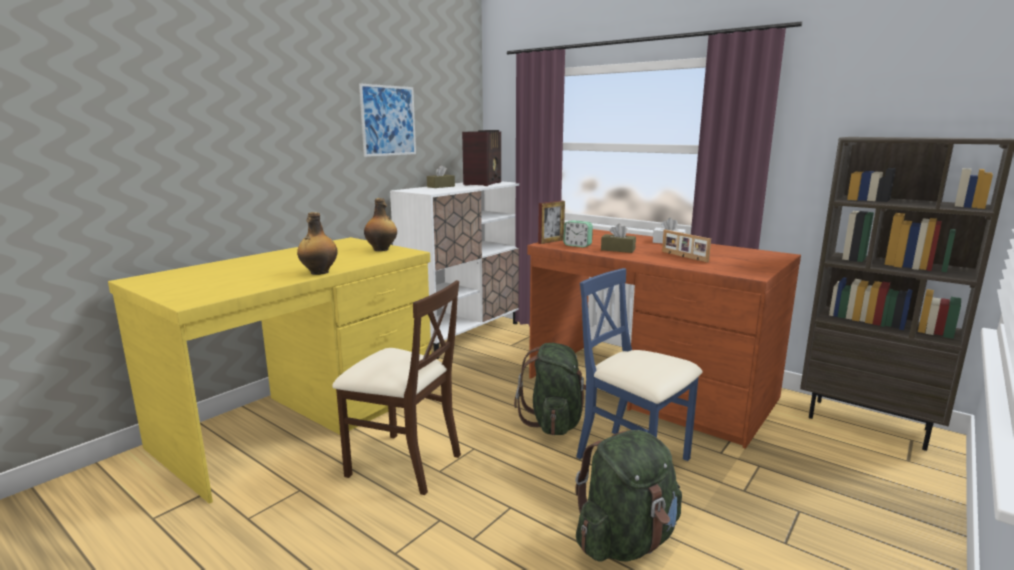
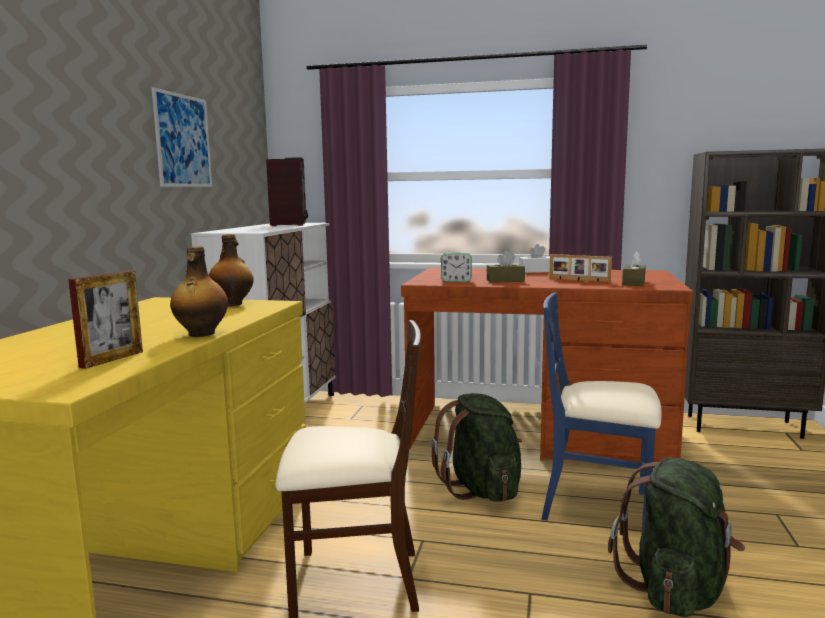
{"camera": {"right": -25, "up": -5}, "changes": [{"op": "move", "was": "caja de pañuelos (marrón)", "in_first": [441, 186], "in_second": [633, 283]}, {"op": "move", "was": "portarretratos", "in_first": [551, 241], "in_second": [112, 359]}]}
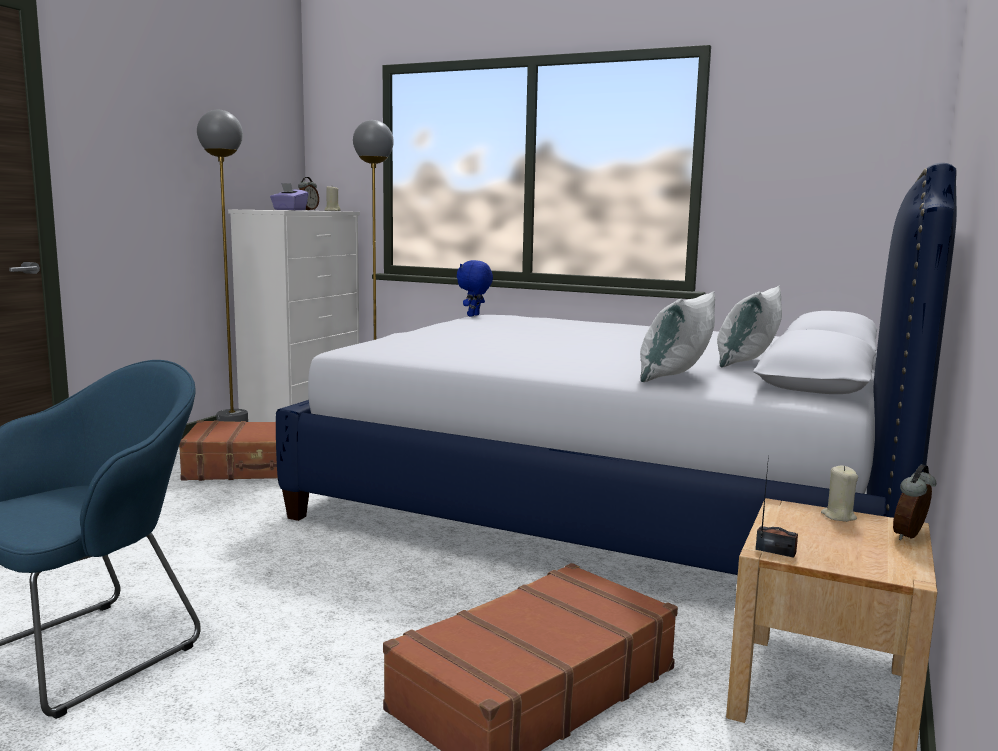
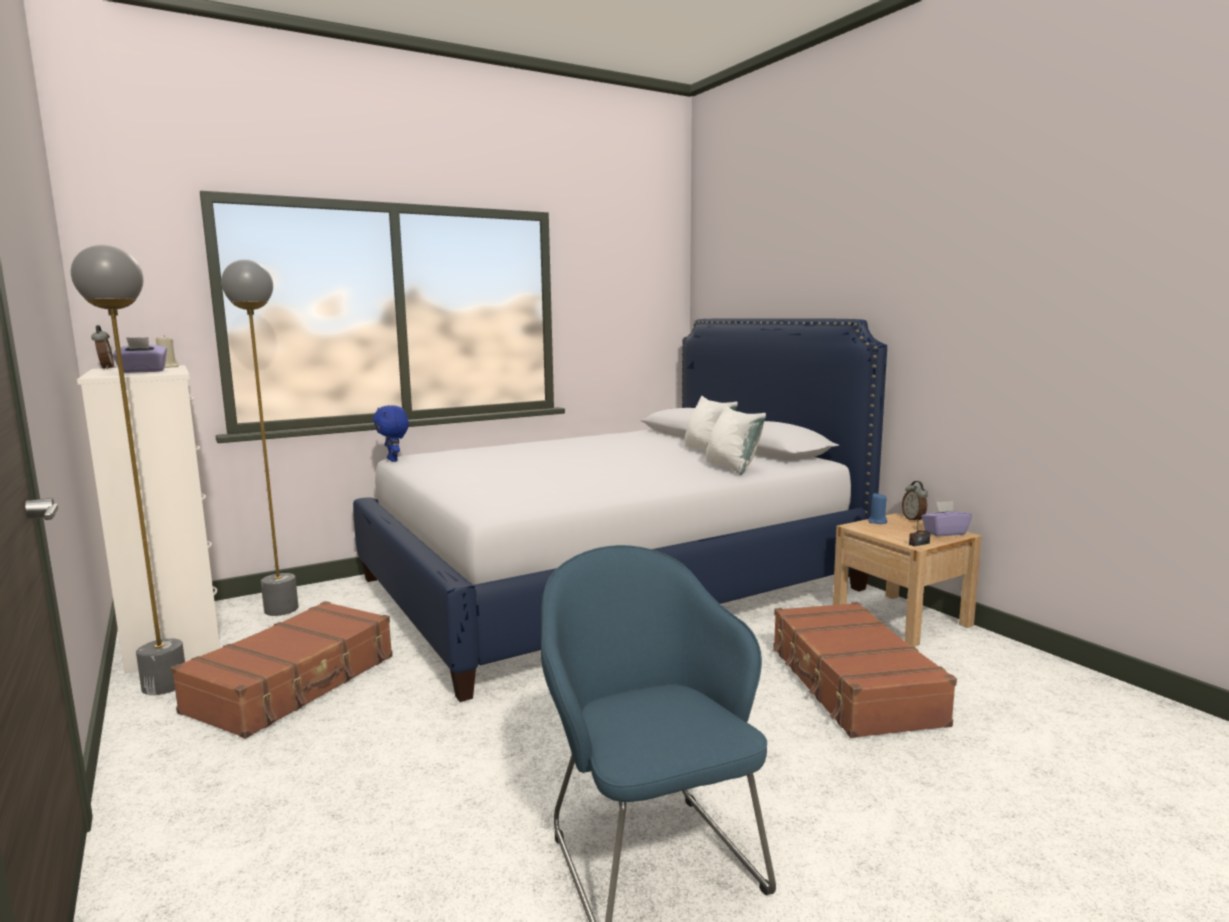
{"camera": {"right": -55, "up": 0}, "changes": [{"op": "insert", "now": "caja de pañuelos (morado)", "in_second": [944, 533]}, {"op": "recolor", "was": "vela (beis)", "now": "vela (azul)", "in_first": [838, 516], "in_second": [877, 522]}]}
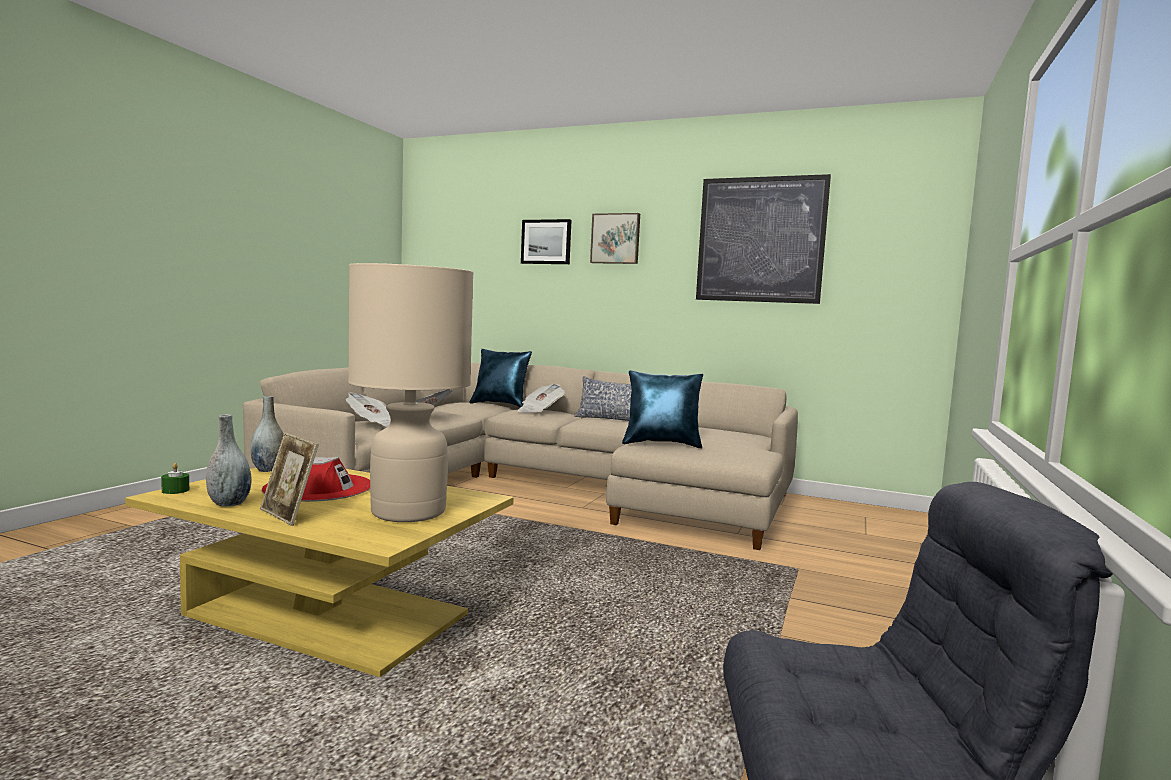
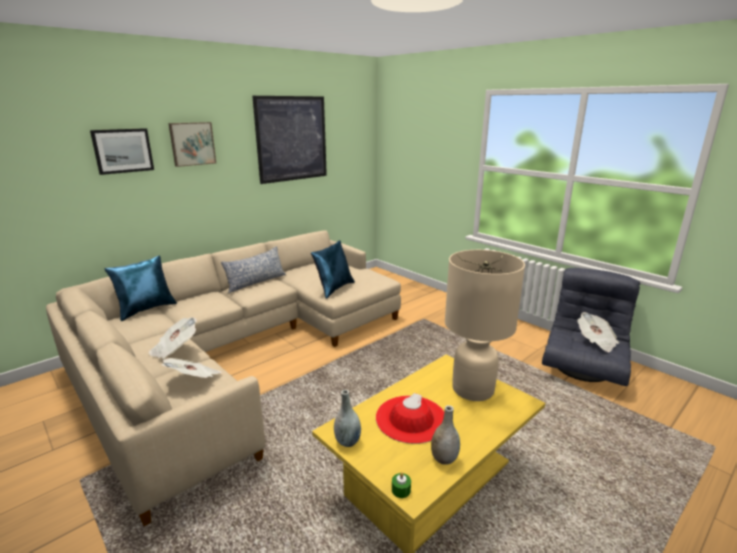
{"camera": {"right": -65, "up": 15}, "changes": [{"op": "delete", "was": "portarretratos", "in_first": [288, 515]}, {"op": "move", "was": "periódico", "in_first": [539, 411], "in_second": [596, 341]}]}
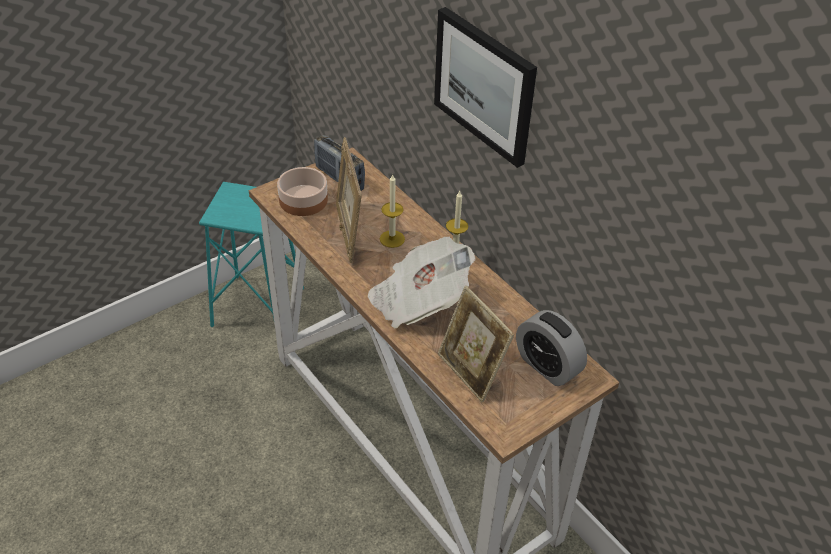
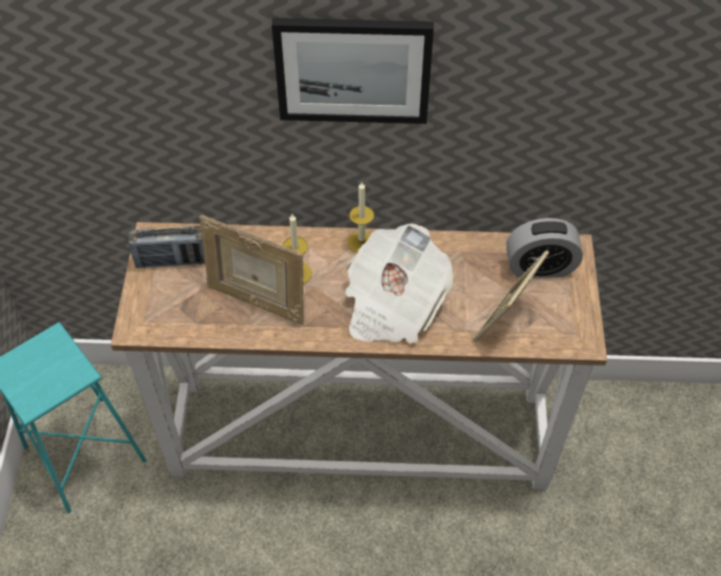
{"camera": {"right": -50, "up": 10}, "changes": [{"op": "delete", "was": "cuenco", "in_first": [304, 200]}, {"op": "rotate", "was": "portarretratos", "in_first": [471, 372], "in_second": [504, 321], "clockwise": 120}]}
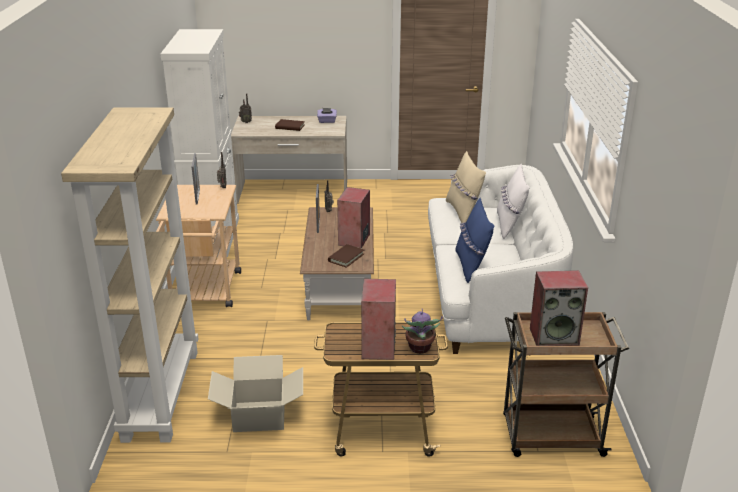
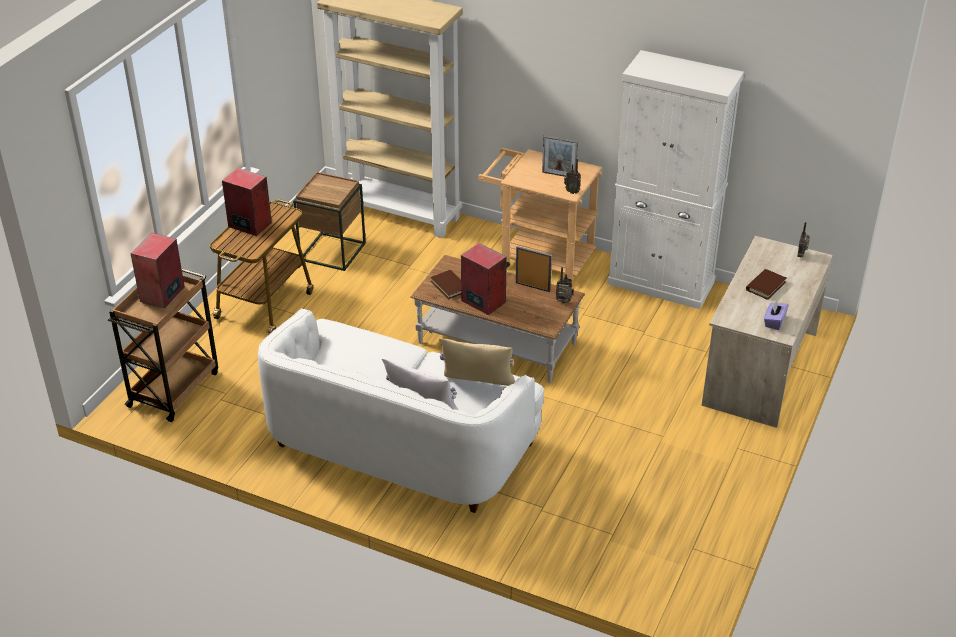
{"camera": {"right": 115, "up": 10}, "changes": [{"op": "delete", "was": "planta en maceta", "in_first": [419, 348]}, {"op": "delete", "was": "cojín (azul)", "in_first": [471, 266]}, {"op": "replace", "was": "caja de cartón", "now": "mesa auxiliar (marrón)", "in_first": [259, 416], "in_second": [332, 252]}]}
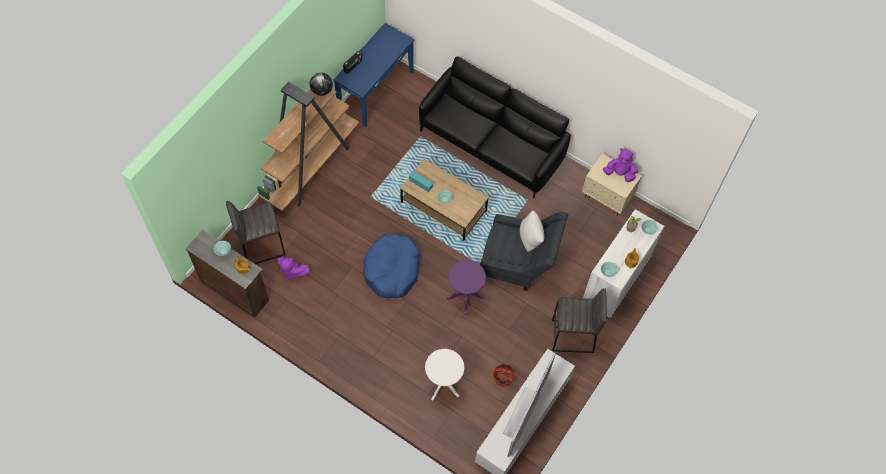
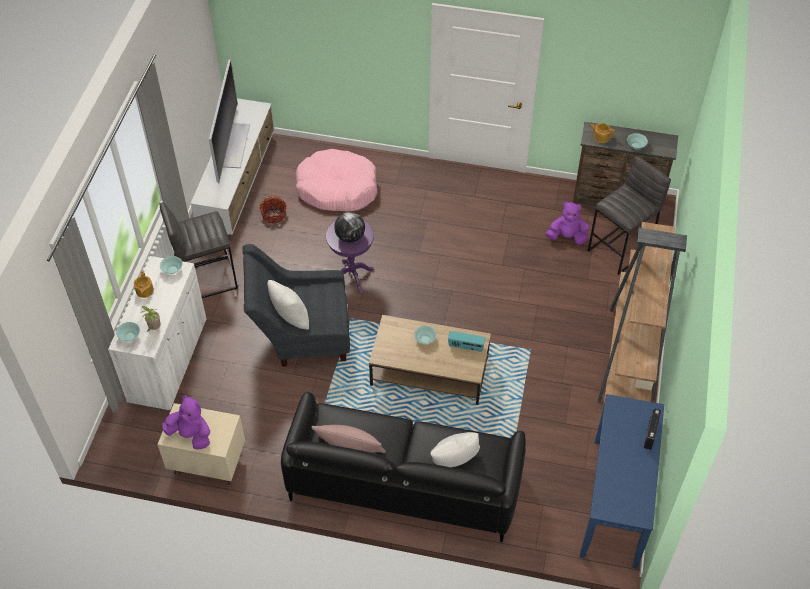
{"camera": {"right": 160, "up": -10}, "changes": [{"op": "delete", "was": "cama para perro (azul)", "in_first": [392, 270]}, {"op": "insert", "now": "cojín (rosa)", "in_second": [349, 447]}, {"op": "insert", "now": "cojín (blanco)", "in_second": [454, 464]}, {"op": "move", "was": "globo terráqueo", "in_first": [322, 91], "in_second": [350, 237]}, {"op": "replace", "was": "mesa auxiliar (blanco)", "now": "cama para perro (rosa)", "in_first": [443, 385], "in_second": [337, 188]}, {"op": "rotate", "was": "peluche (morado)", "in_first": [619, 173], "in_second": [191, 435], "clockwise": -150}]}
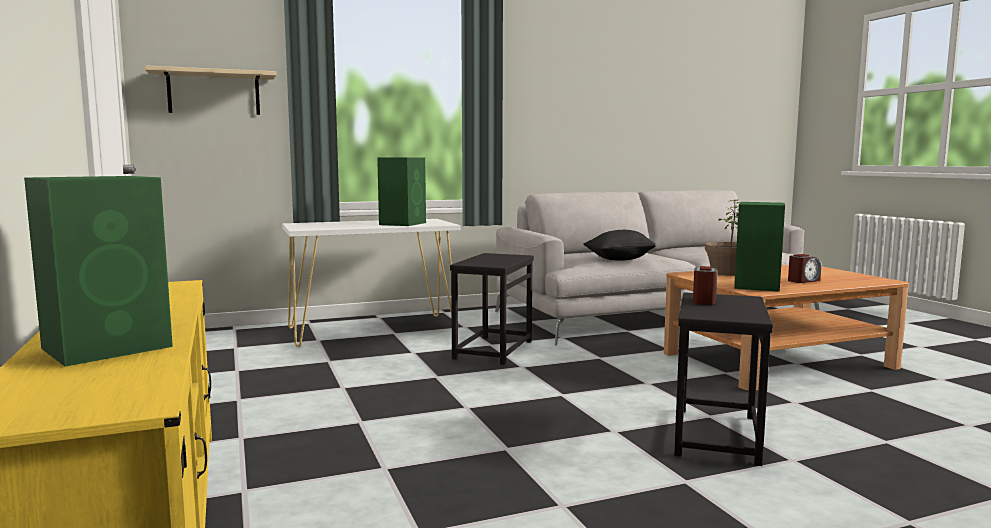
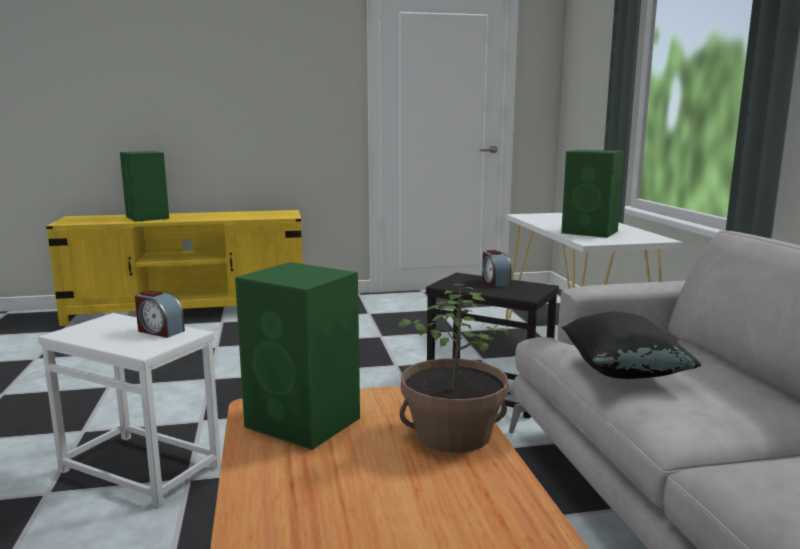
{"camera": {"right": 100, "up": 5}, "changes": [{"op": "delete", "was": "estante (beis)", "in_first": [214, 93]}, {"op": "move", "was": "despertador", "in_first": [803, 281], "in_second": [495, 282]}, {"op": "recolor", "was": "mesa auxiliar (negro)", "now": "mesa auxiliar (blanco)", "in_first": [715, 434], "in_second": [142, 468]}]}
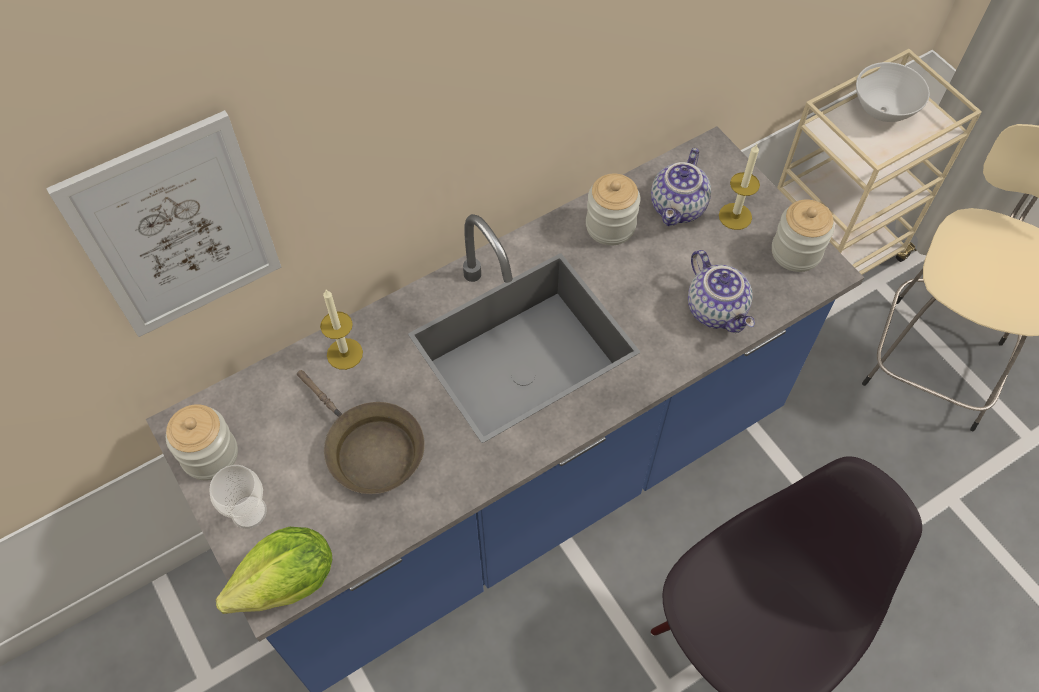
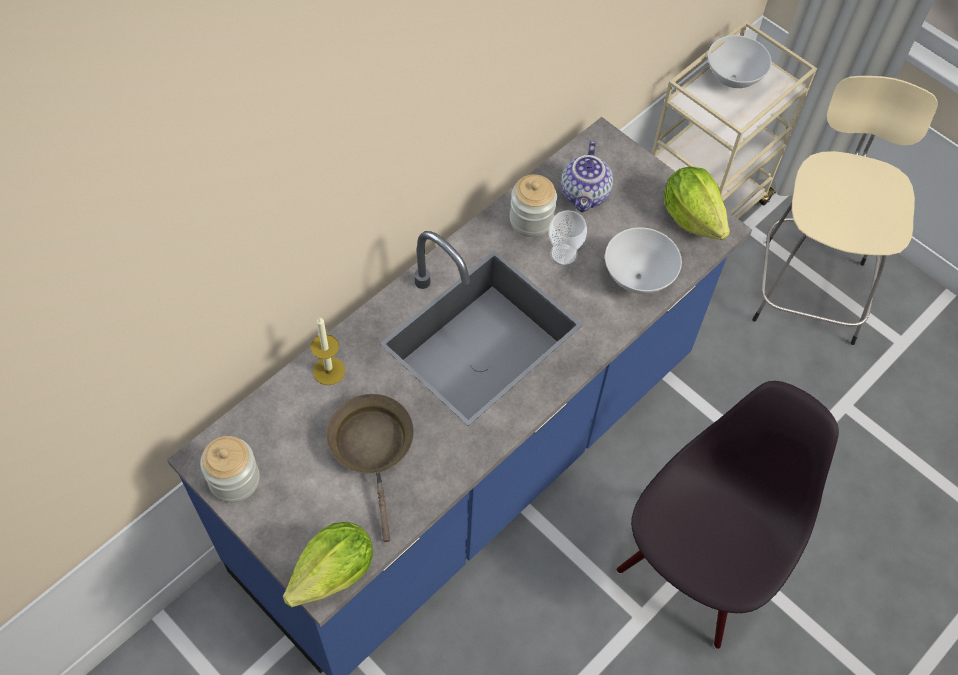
{"camera": {"right": -15, "up": 0}, "changes": [{"op": "delete", "was": "cuadro", "in_first": [176, 230]}, {"op": "delete", "was": "vela", "in_first": [735, 216]}, {"op": "move", "was": "taza", "in_first": [249, 512], "in_second": [563, 255]}, {"op": "replace", "was": "tetera", "now": "cuenco (blanco)", "in_first": [717, 310], "in_second": [638, 277]}, {"op": "replace", "was": "tarro", "now": "lechuga", "in_first": [796, 252], "in_second": [692, 217]}, {"op": "rotate", "was": "sartén (marrón)", "in_first": [369, 449], "in_second": [373, 448], "clockwise": -135}]}
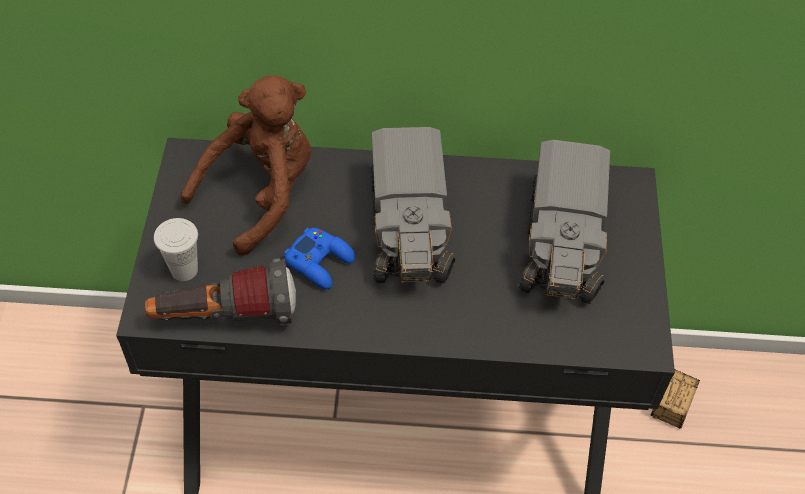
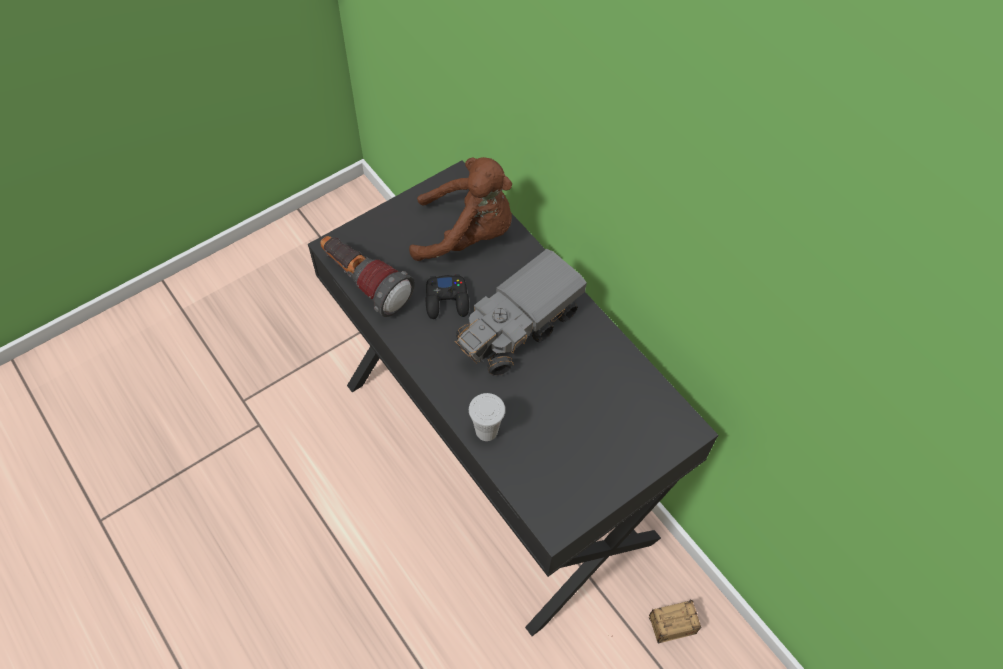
{"camera": {"right": 50, "up": 5}, "changes": [{"op": "delete", "was": "camión de juguete", "in_first": [562, 245]}, {"op": "move", "was": "taza (blanco)", "in_first": [184, 270], "in_second": [486, 431]}, {"op": "recolor", "was": "mando de consola (azul)", "now": "mando de consola (negro)", "in_first": [320, 262], "in_second": [447, 300]}]}
